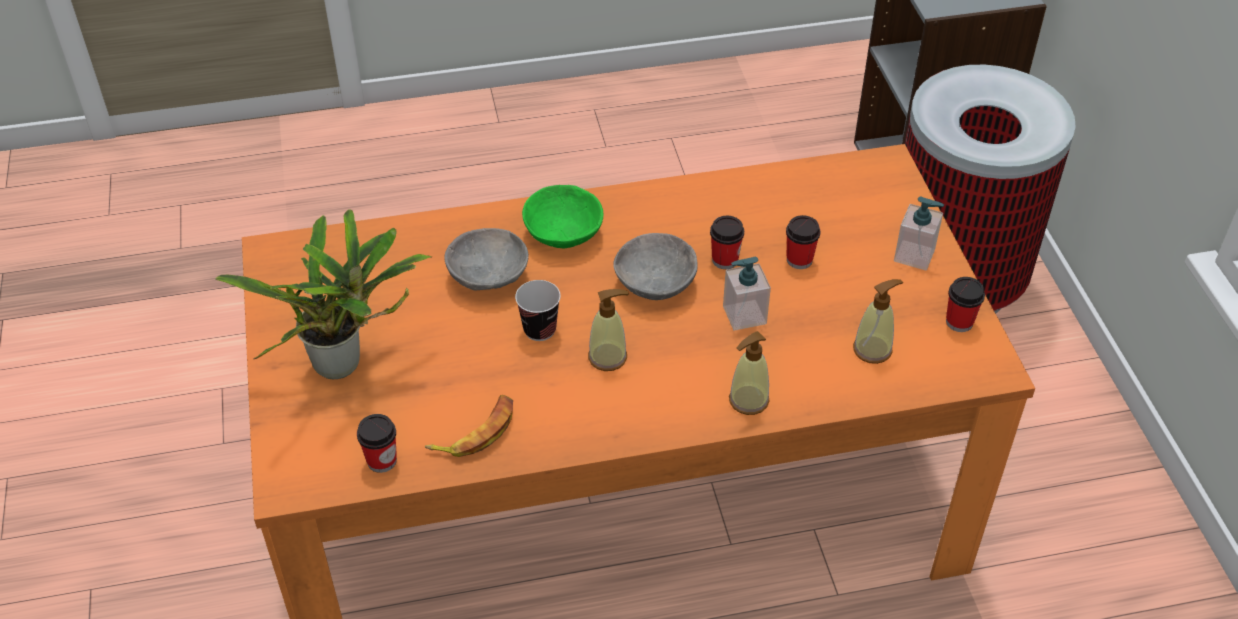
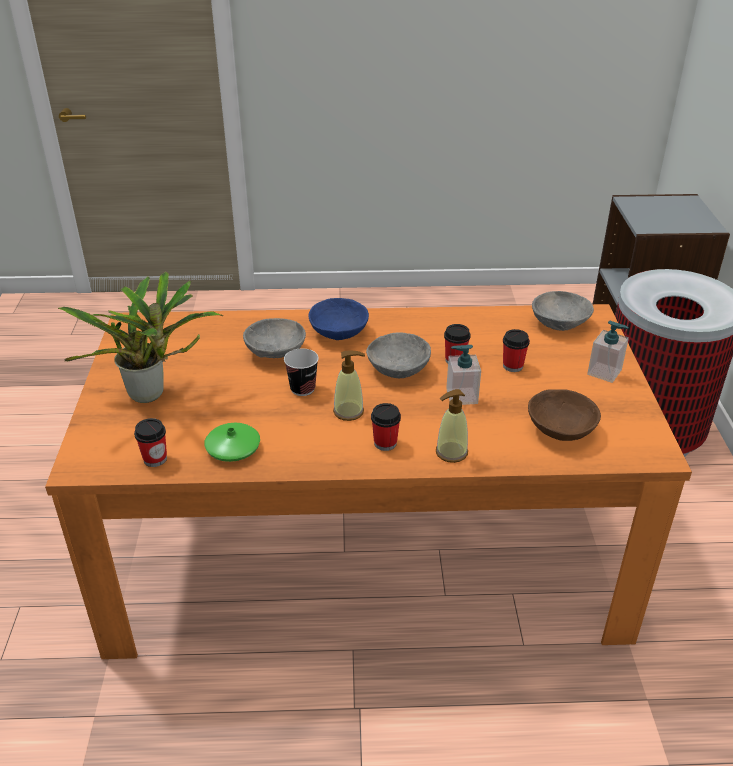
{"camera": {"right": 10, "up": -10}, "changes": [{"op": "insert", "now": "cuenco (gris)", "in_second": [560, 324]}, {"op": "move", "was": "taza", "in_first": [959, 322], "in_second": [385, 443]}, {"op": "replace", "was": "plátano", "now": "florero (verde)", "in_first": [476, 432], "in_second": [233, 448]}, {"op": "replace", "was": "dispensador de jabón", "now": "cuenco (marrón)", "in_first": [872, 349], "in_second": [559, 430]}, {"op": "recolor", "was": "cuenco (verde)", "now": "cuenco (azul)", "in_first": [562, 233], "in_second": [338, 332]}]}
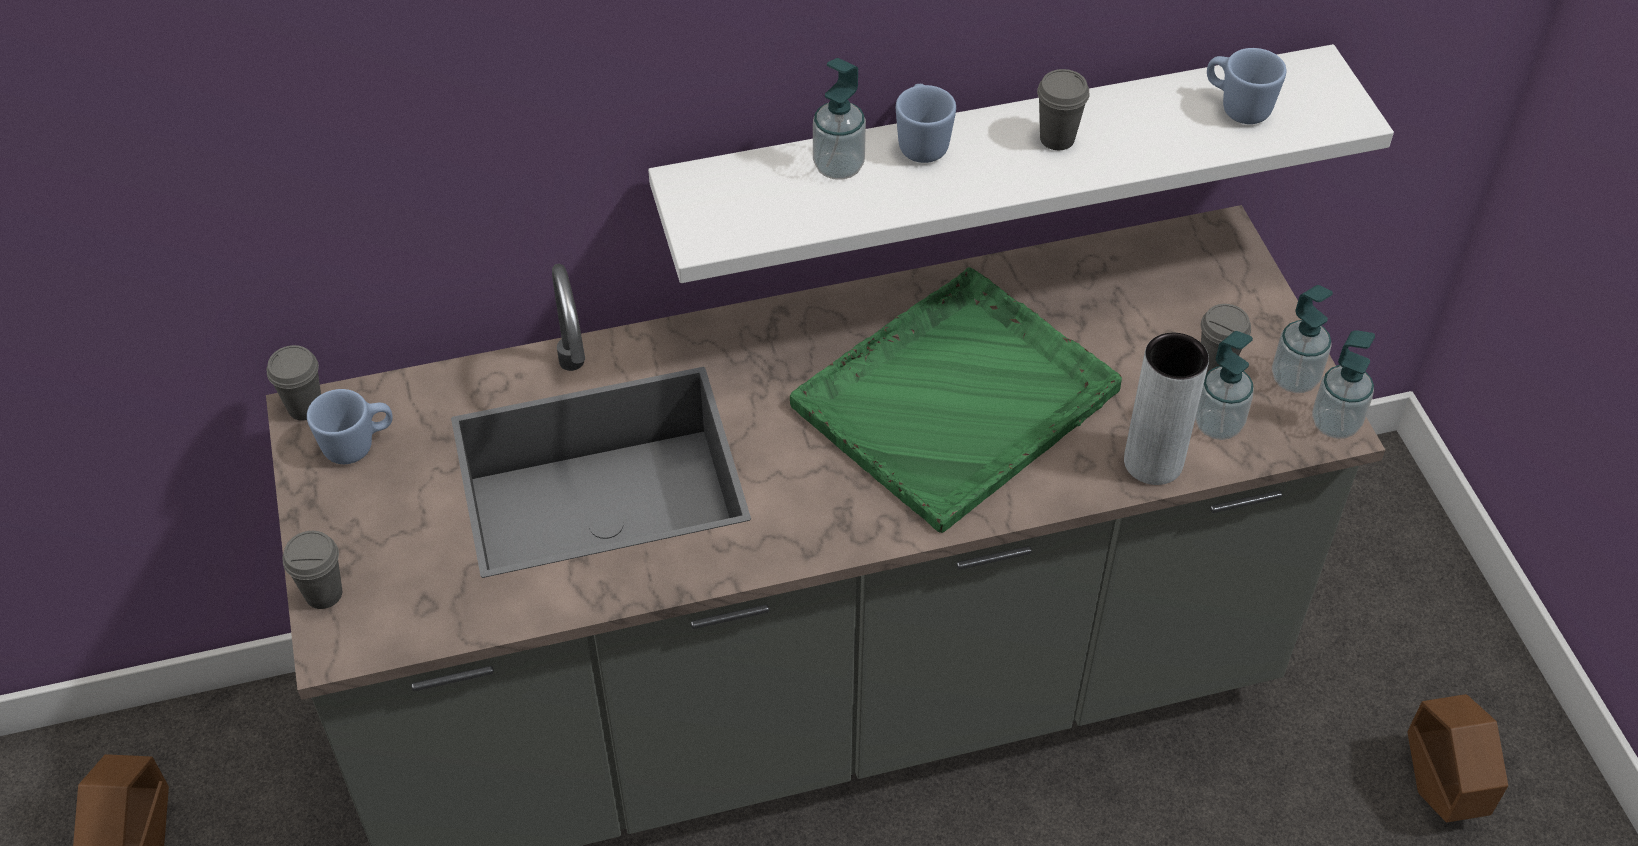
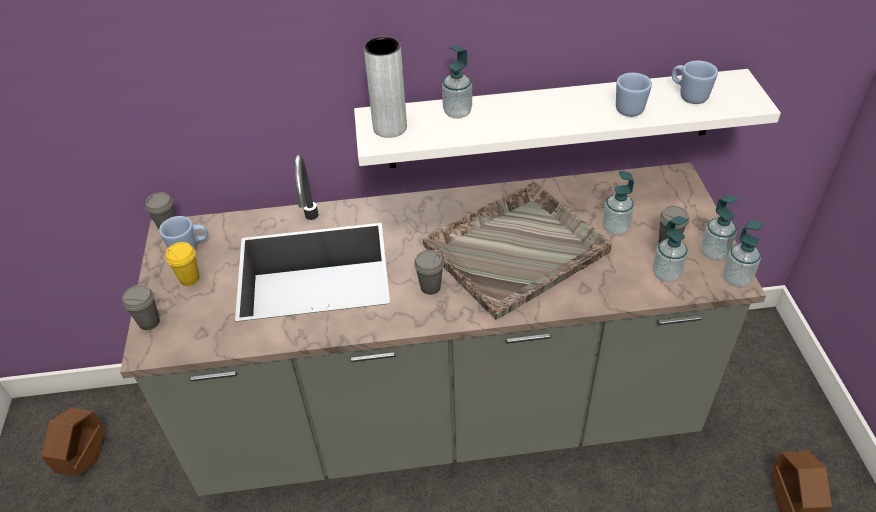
{"camera": {"right": 10, "up": -5}, "changes": [{"op": "insert", "now": "taza (amarillo)", "in_second": [189, 279]}, {"op": "insert", "now": "dispensador de jabón", "in_second": [615, 228]}, {"op": "move", "was": "taza grande (azul)", "in_first": [922, 142], "in_second": [628, 107]}, {"op": "move", "was": "taza (gris)", "in_first": [1057, 139], "in_second": [430, 287]}, {"op": "move", "was": "florero (gris)", "in_first": [1153, 462], "in_second": [390, 128]}, {"op": "recolor", "was": "bandeja (verde)", "now": "bandeja (gris)", "in_first": [958, 398], "in_second": [517, 248]}]}
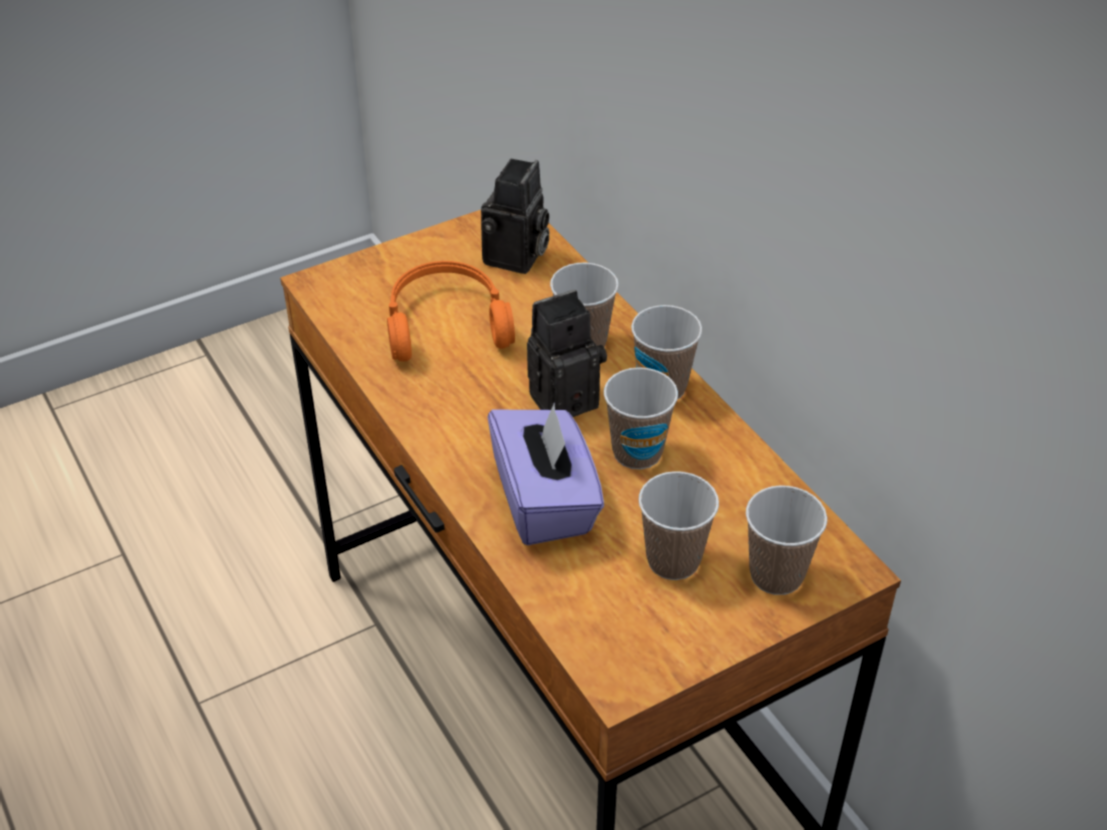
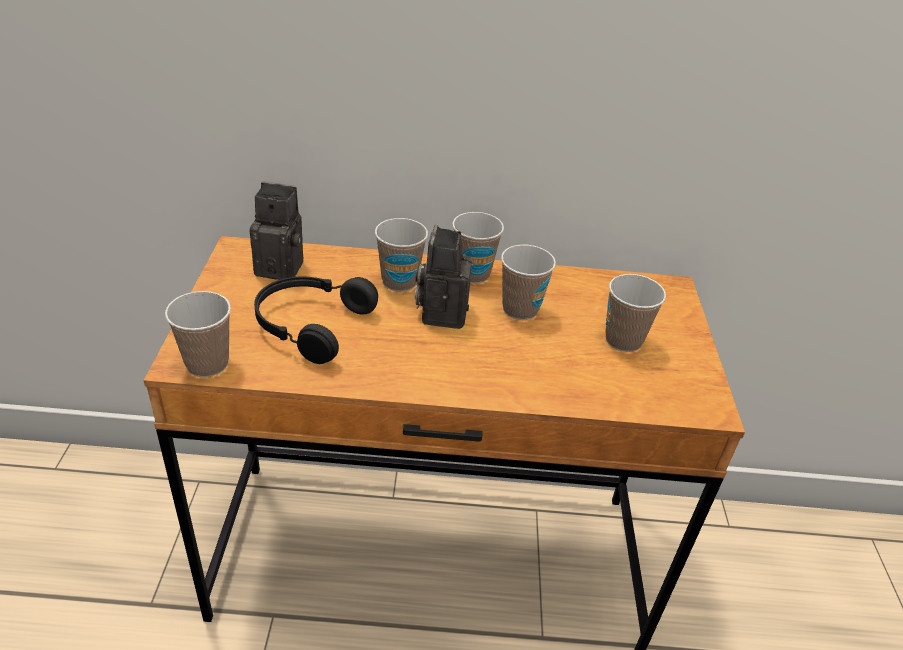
{"camera": {"right": -60, "up": -5}, "changes": [{"op": "delete", "was": "caja de pañuelos (morado)", "in_first": [545, 502]}, {"op": "move", "was": "taza", "in_first": [776, 575], "in_second": [207, 364]}, {"op": "recolor", "was": "auriculares (naranja)", "now": "auriculares (negro)", "in_first": [446, 323], "in_second": [310, 325]}, {"op": "rotate", "was": "cámara", "in_first": [516, 258], "in_second": [283, 267], "clockwise": -45}]}
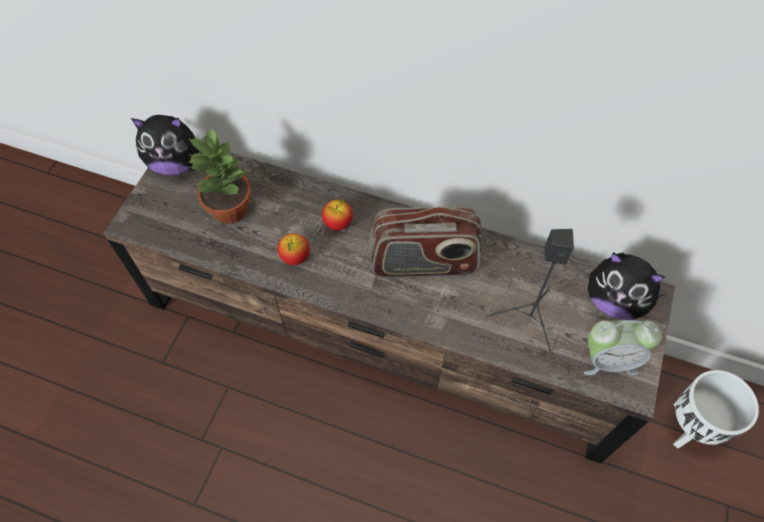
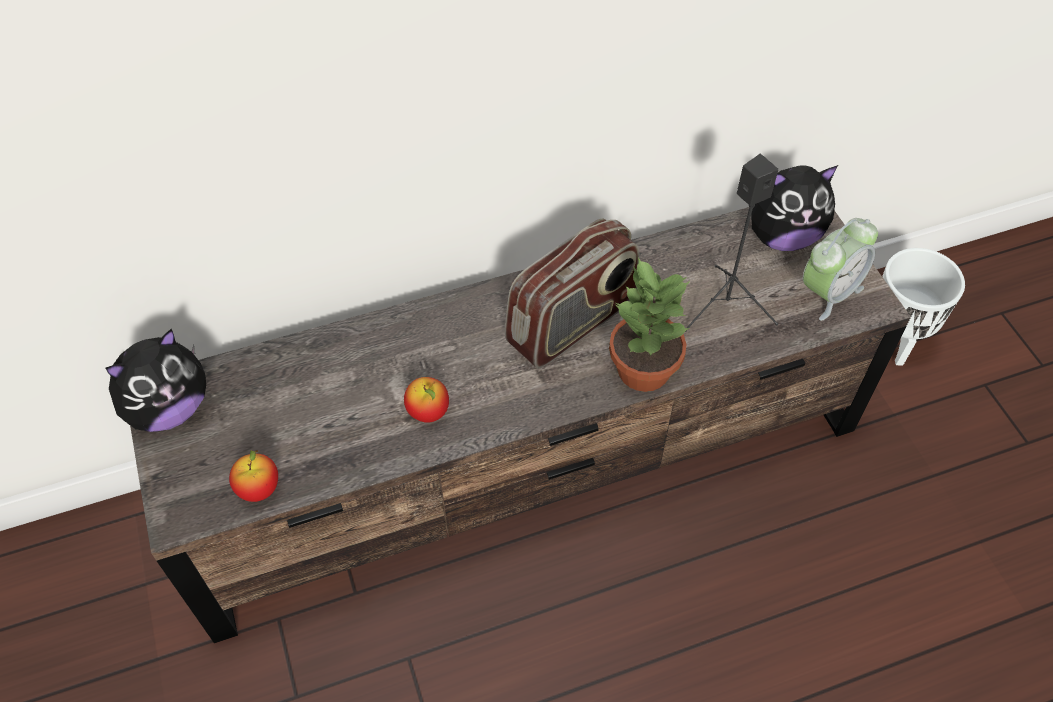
{"camera": {"right": -40, "up": -5}, "changes": [{"op": "move", "was": "planta en maceta", "in_first": [229, 208], "in_second": [642, 369]}, {"op": "move", "was": "manzana", "in_first": [338, 223], "in_second": [259, 489]}]}
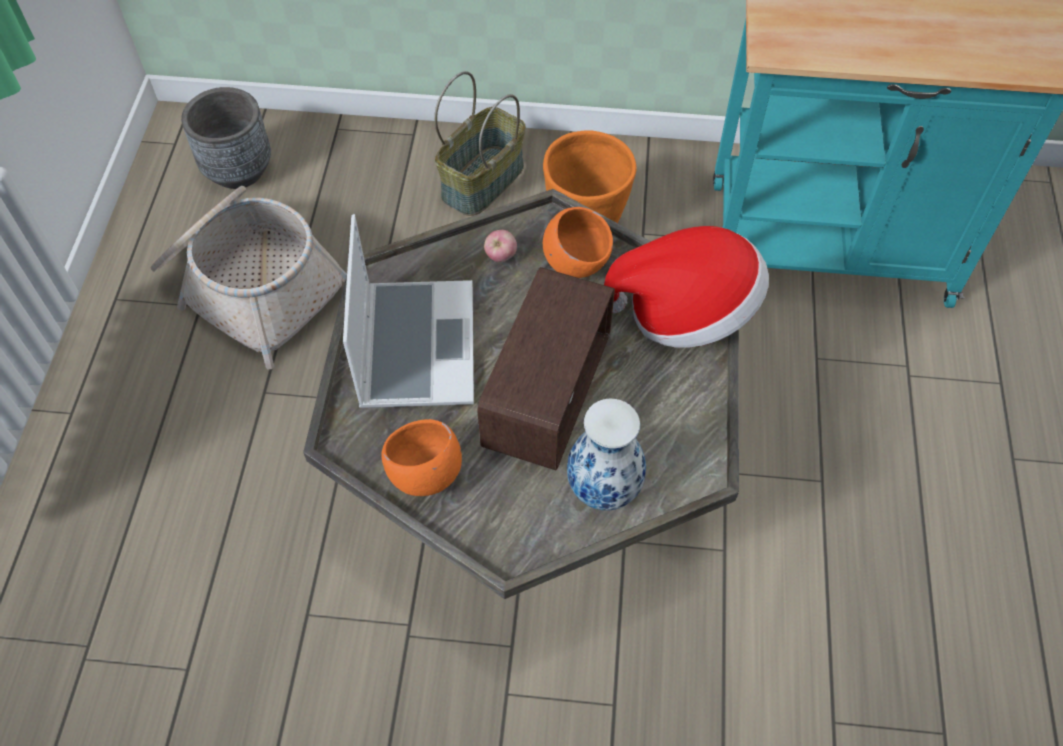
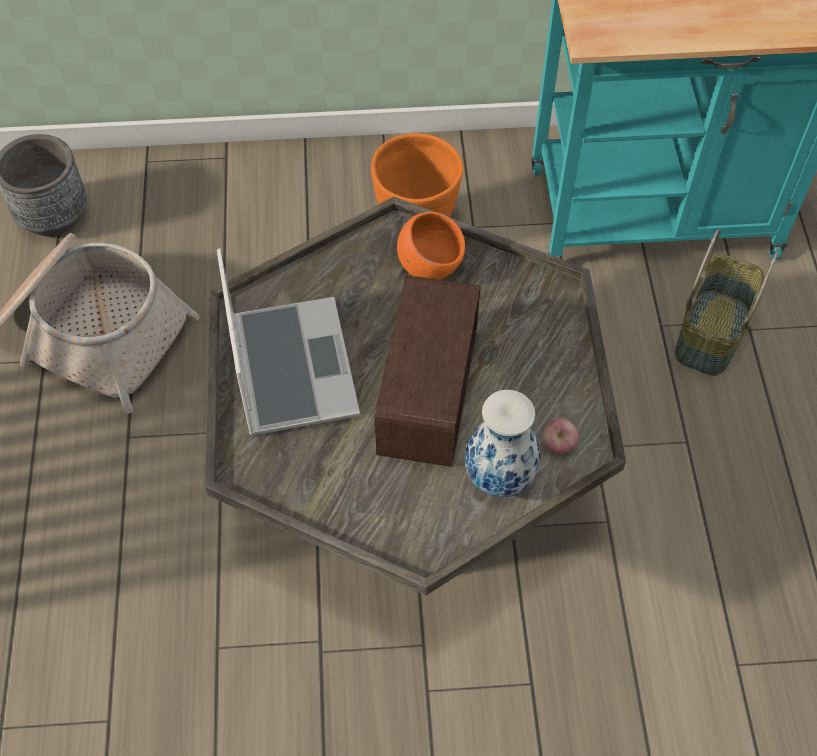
{"camera": {"right": -10, "up": 0}, "changes": [{"op": "delete", "was": "cuenco (naranja)", "in_first": [425, 475]}, {"op": "delete", "was": "sombrero", "in_first": [686, 311]}, {"op": "move", "was": "cesta", "in_first": [482, 180], "in_second": [710, 332]}, {"op": "move", "was": "manzana", "in_first": [501, 256], "in_second": [558, 445]}]}
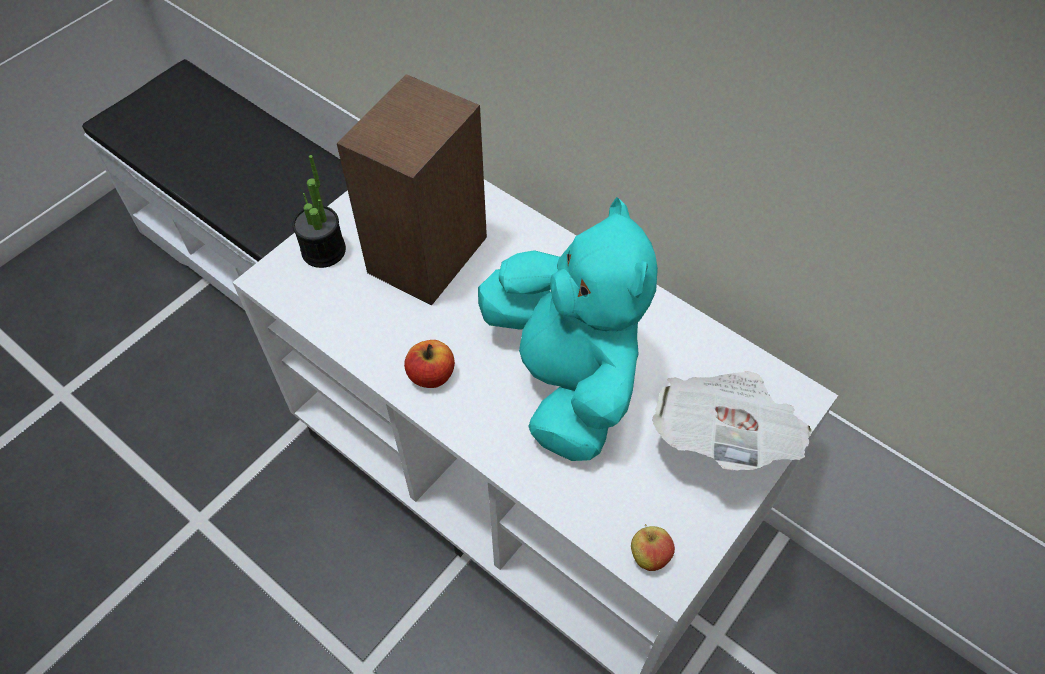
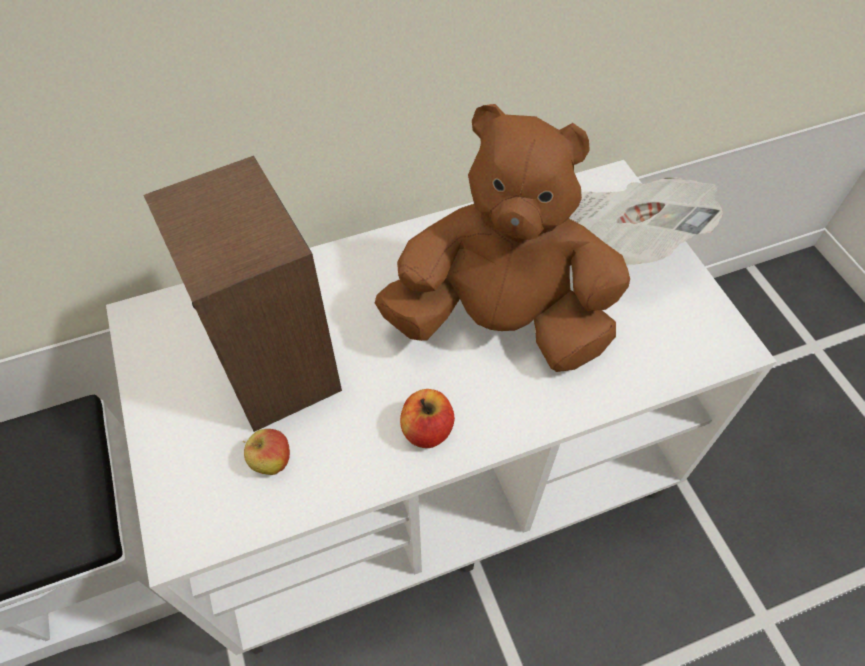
{"camera": {"right": -60, "up": 0}, "changes": [{"op": "delete", "was": "planta en maceta", "in_first": [323, 251]}, {"op": "move", "was": "manzana", "in_first": [649, 556], "in_second": [271, 462]}, {"op": "recolor", "was": "peluche (turquesa)", "now": "peluche (marrón)", "in_first": [565, 378], "in_second": [501, 322]}]}
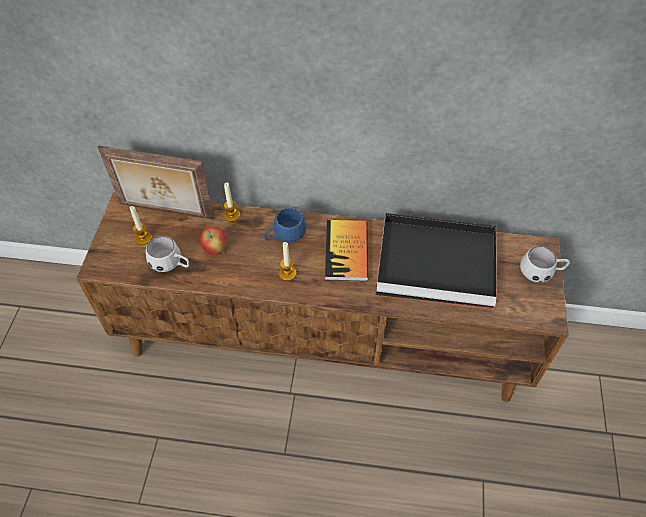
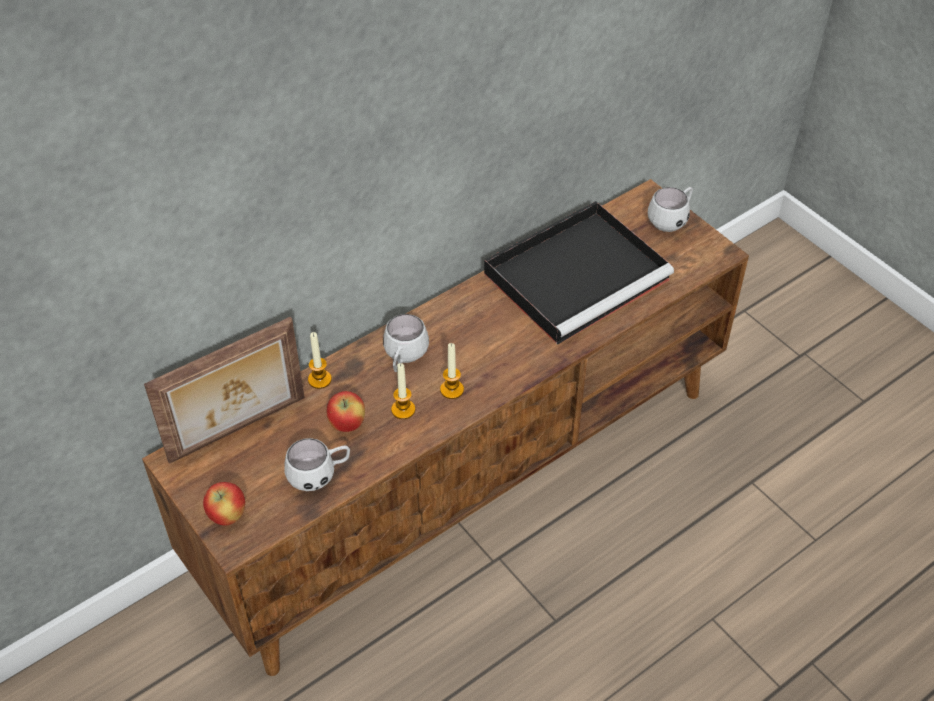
{"camera": {"right": -45, "up": -5}, "changes": [{"op": "delete", "was": "libro", "in_first": [346, 251]}, {"op": "insert", "now": "manzana", "in_second": [228, 516]}, {"op": "move", "was": "vela", "in_first": [143, 238], "in_second": [403, 410]}, {"op": "recolor", "was": "taza grande (azul)", "now": "taza grande (blanco)", "in_first": [284, 237], "in_second": [404, 359]}]}
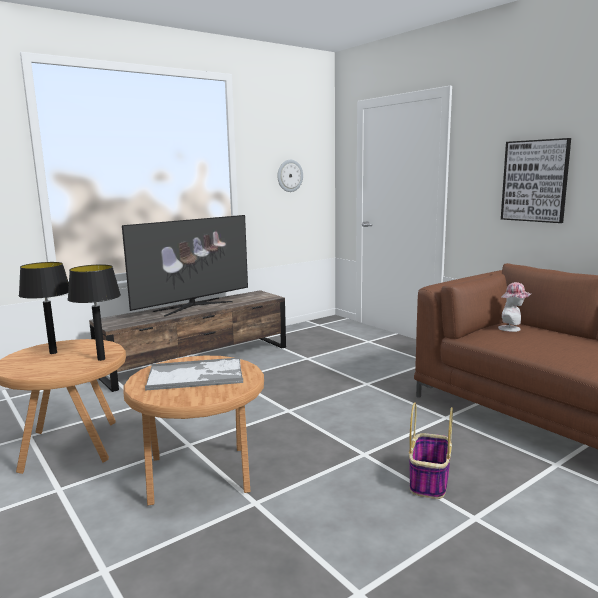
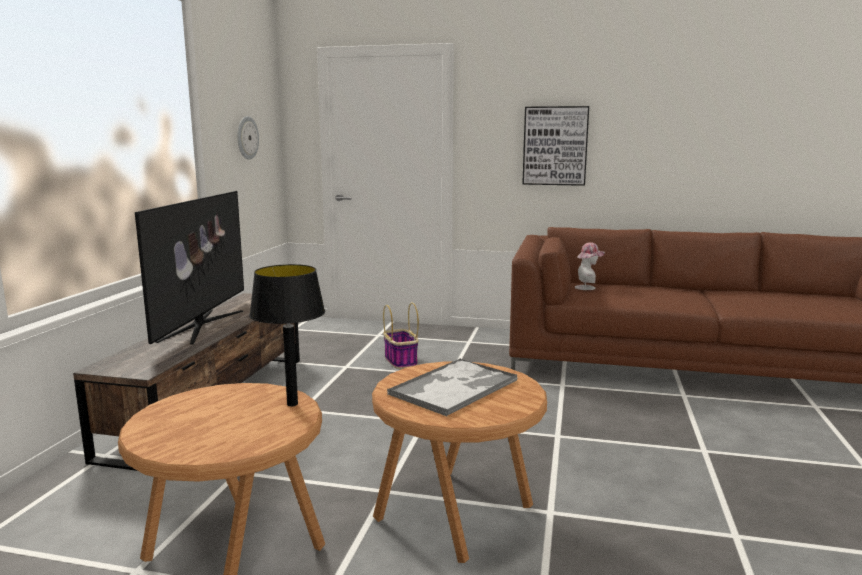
{"camera": {"right": -40, "up": 0}, "changes": [{"op": "delete", "was": "lámpara de mesa (negro)", "in_first": [53, 353]}, {"op": "move", "was": "cesta", "in_first": [429, 480], "in_second": [400, 360]}]}
